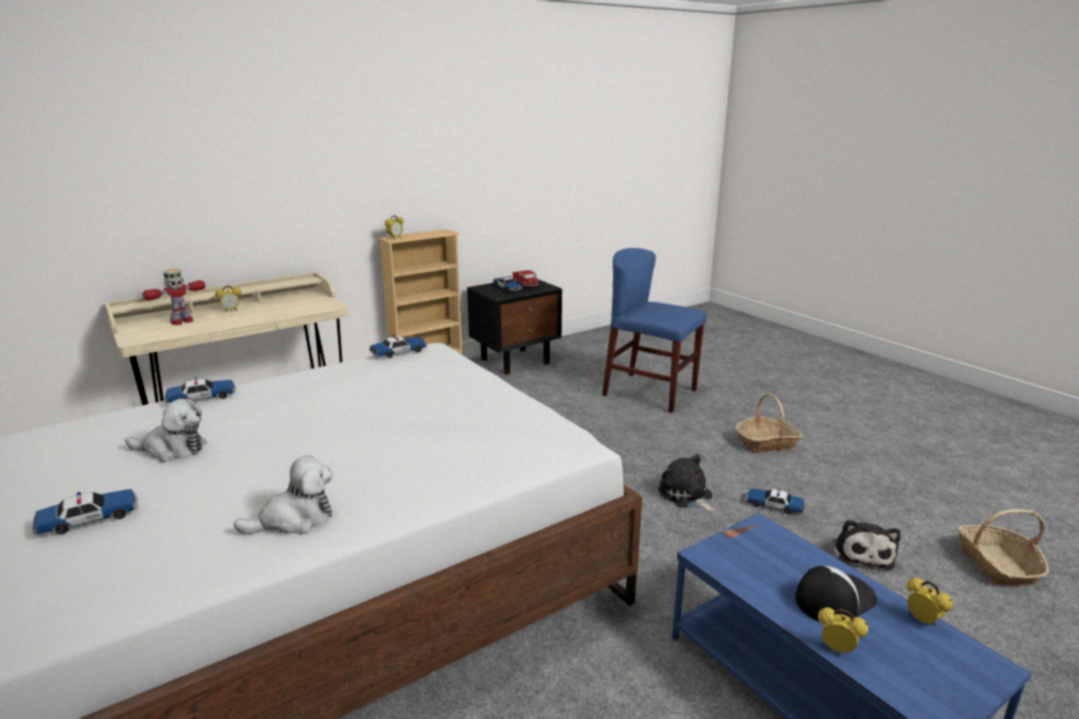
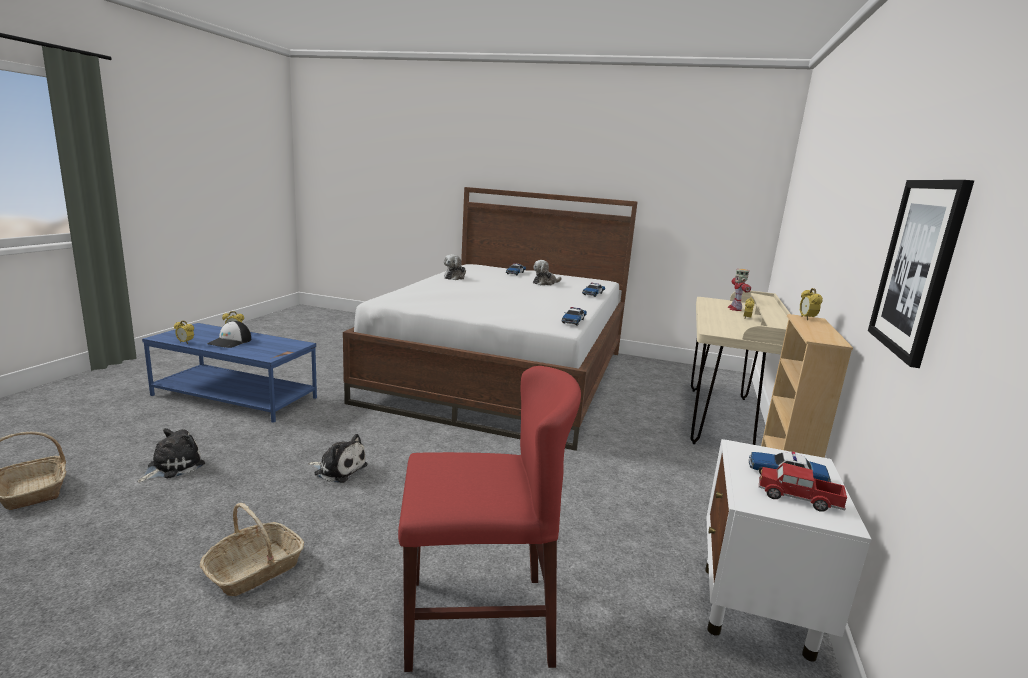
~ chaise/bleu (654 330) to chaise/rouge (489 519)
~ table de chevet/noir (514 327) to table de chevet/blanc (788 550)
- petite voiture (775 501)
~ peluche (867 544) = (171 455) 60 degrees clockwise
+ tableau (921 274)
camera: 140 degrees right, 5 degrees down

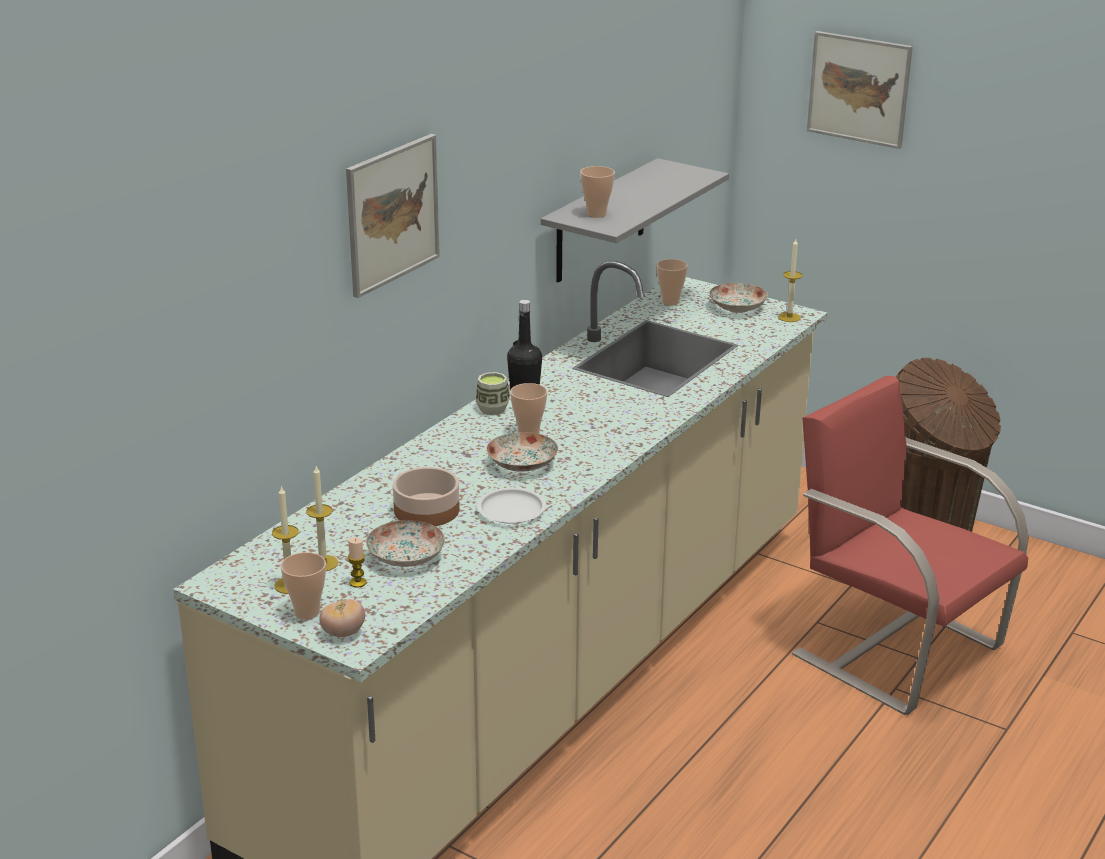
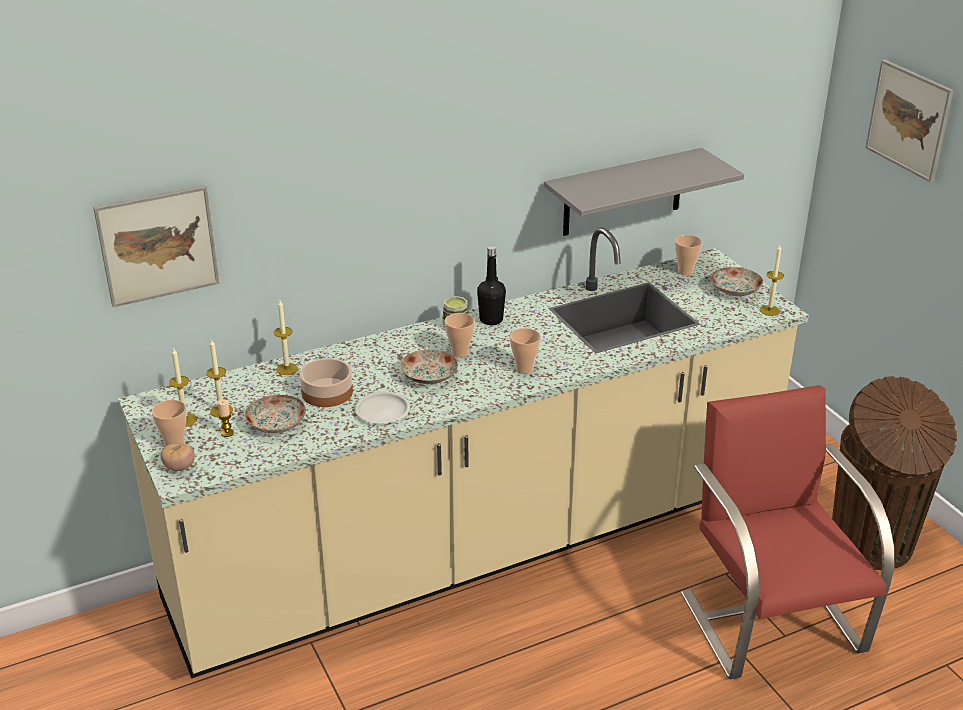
~ tableau (393 216) to (156 246)
~ tasse (597 192) to (525 351)
+ bougie (286 337)
camera: 30 degrees right, 5 degrees up

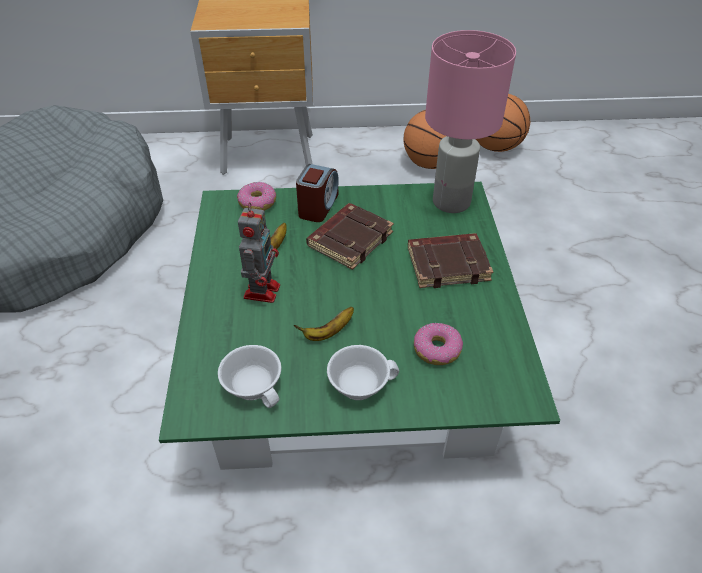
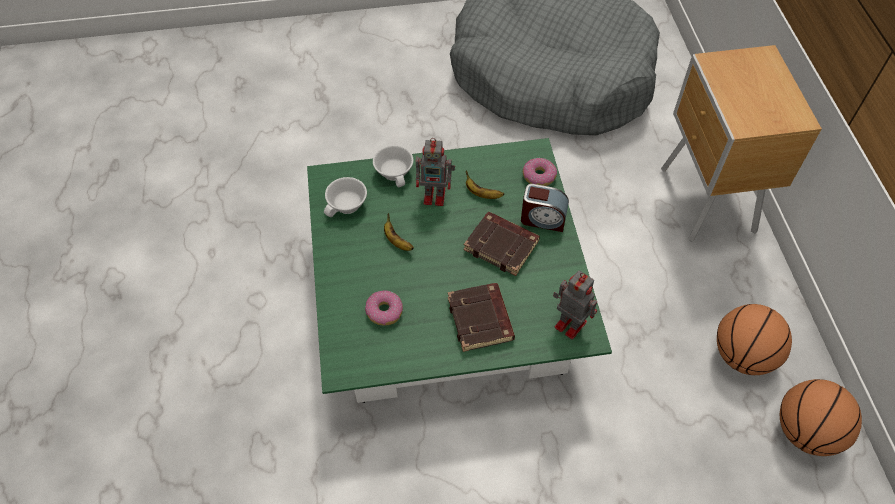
~ lampe de table/rose (470 121) to robot jouet (575 305)
~ tasse/blanc (363 372) to (393 166)
camera: 85 degrees right, 10 degrees up

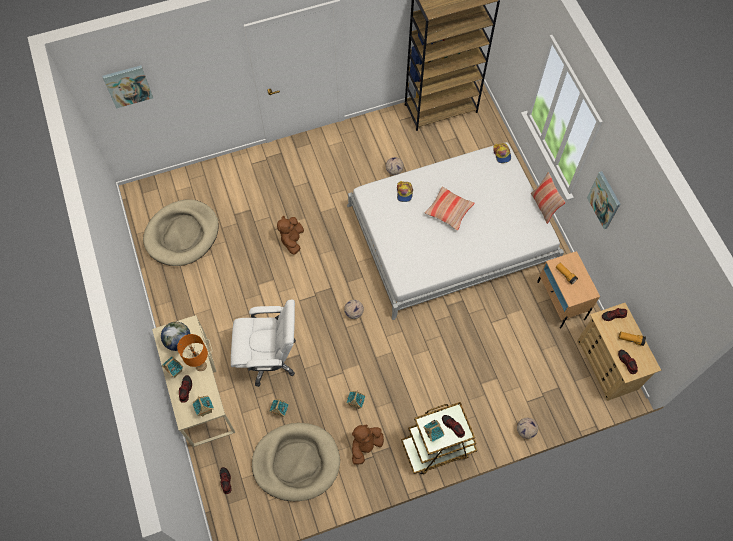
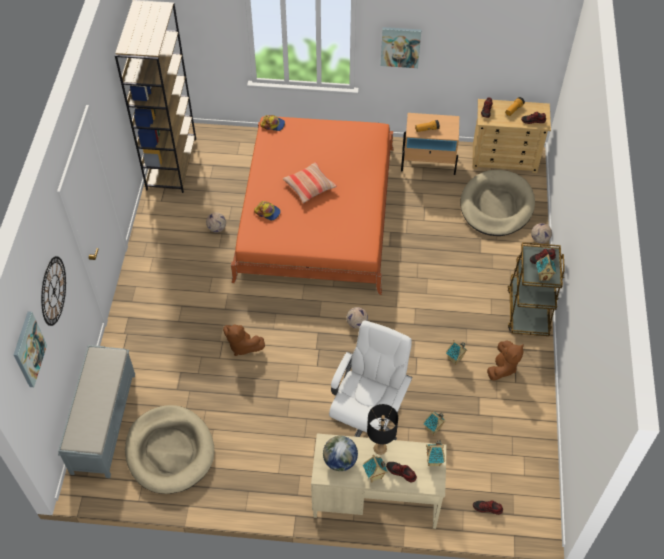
~ lit/blanc (455 231) to lit/orange (312 205)
- coussin (548 198)
~ lampe de table/orange (192 352) to lampe de table/noir (382 429)
~ panier pour chien/beige (296 462) to (497 203)
~ peluche/marron (368 445) = (505 361) 135 degrees counterclockwise
+ horloge murale (53 291)
+ banc/gris (96 411)
camera: 65 degrees left, 10 degrees down

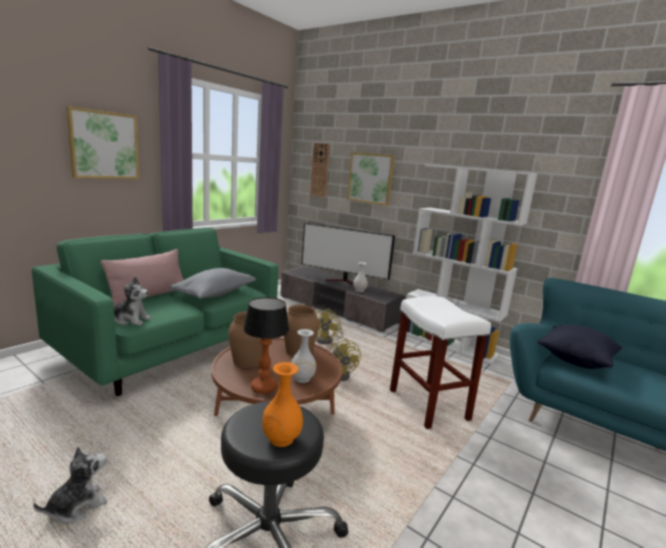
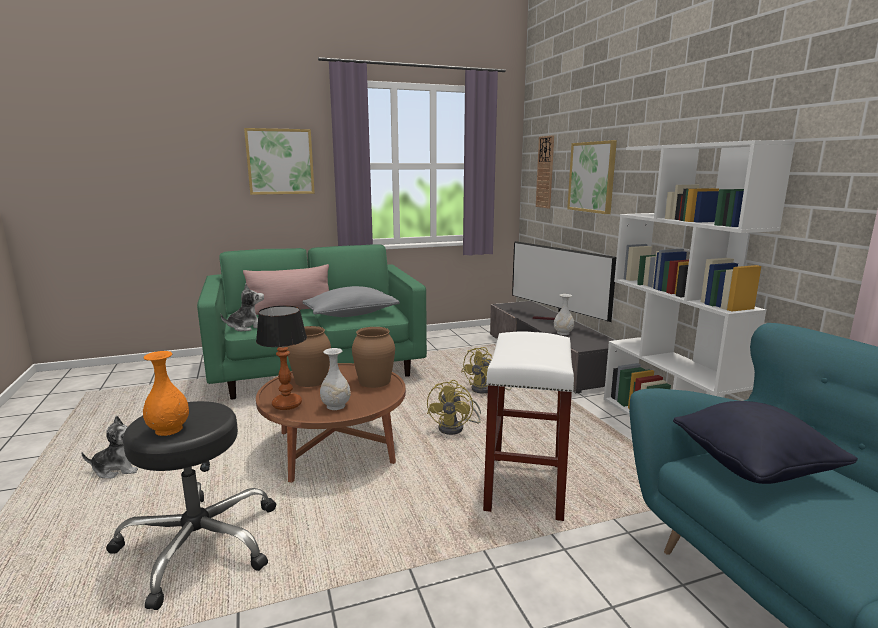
~ peluche (133 301) = (242 307) 75 degrees counterclockwise
camera: 35 degrees right, 0 degrees up

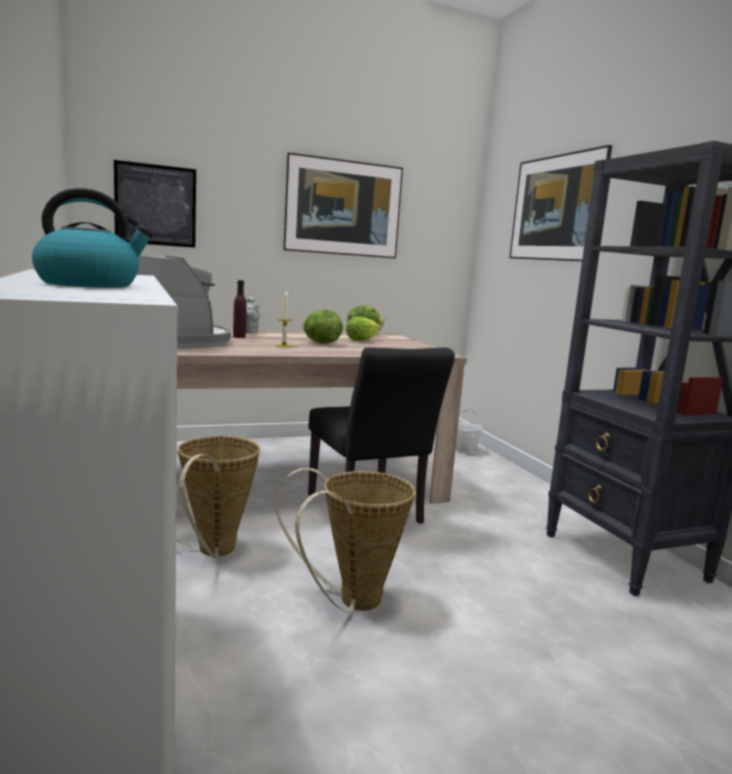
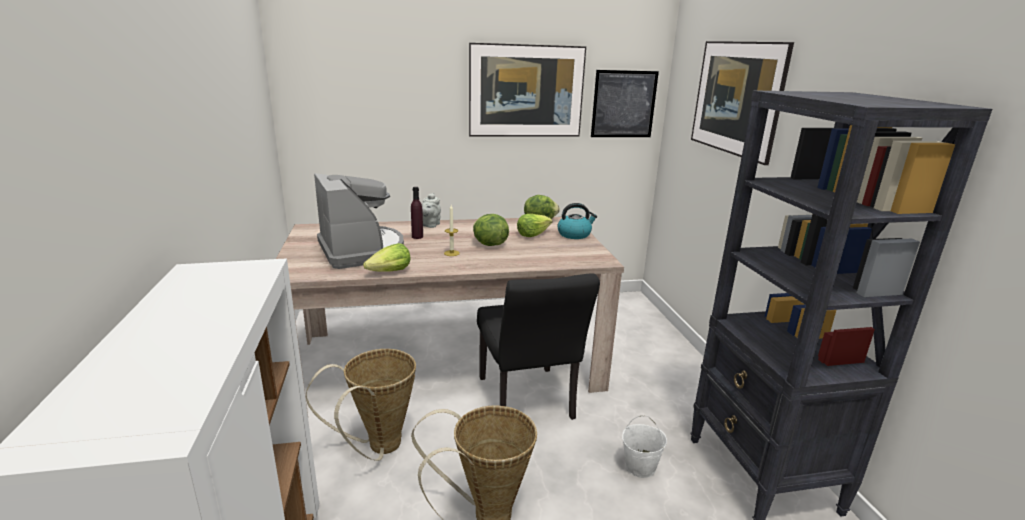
~ tableau (155 204) to (625 103)
~ bouilloire (93 238) to (577 221)
~ seau/blanc (469 431) to (644 447)
+ laitue (386 257)
camera: 10 degrees right, 10 degrees up

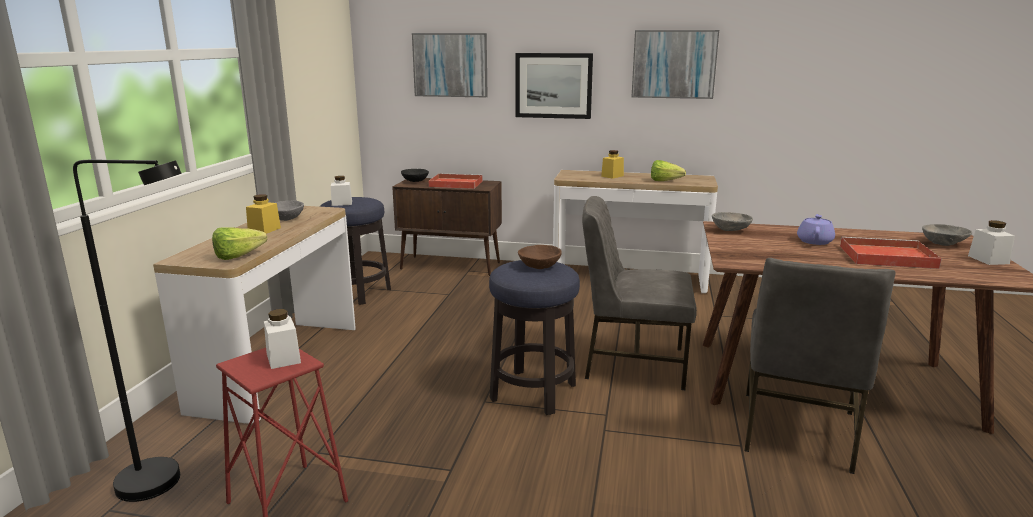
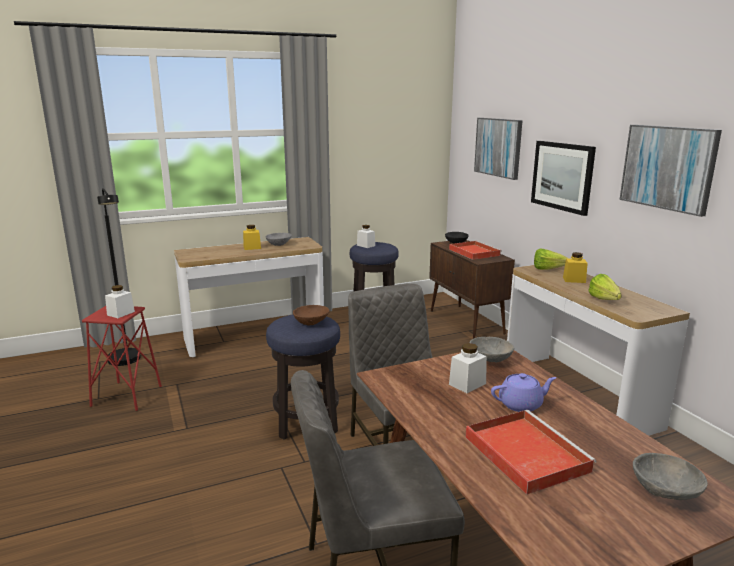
~ bocal/blanc (991 242) to (468 368)
~ laitue (239 243) to (550 259)
camera: 55 degrees right, 0 degrees up

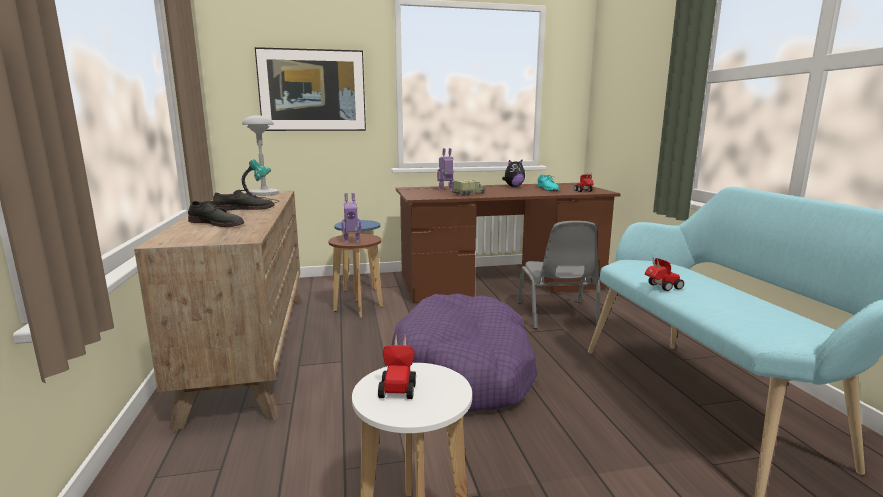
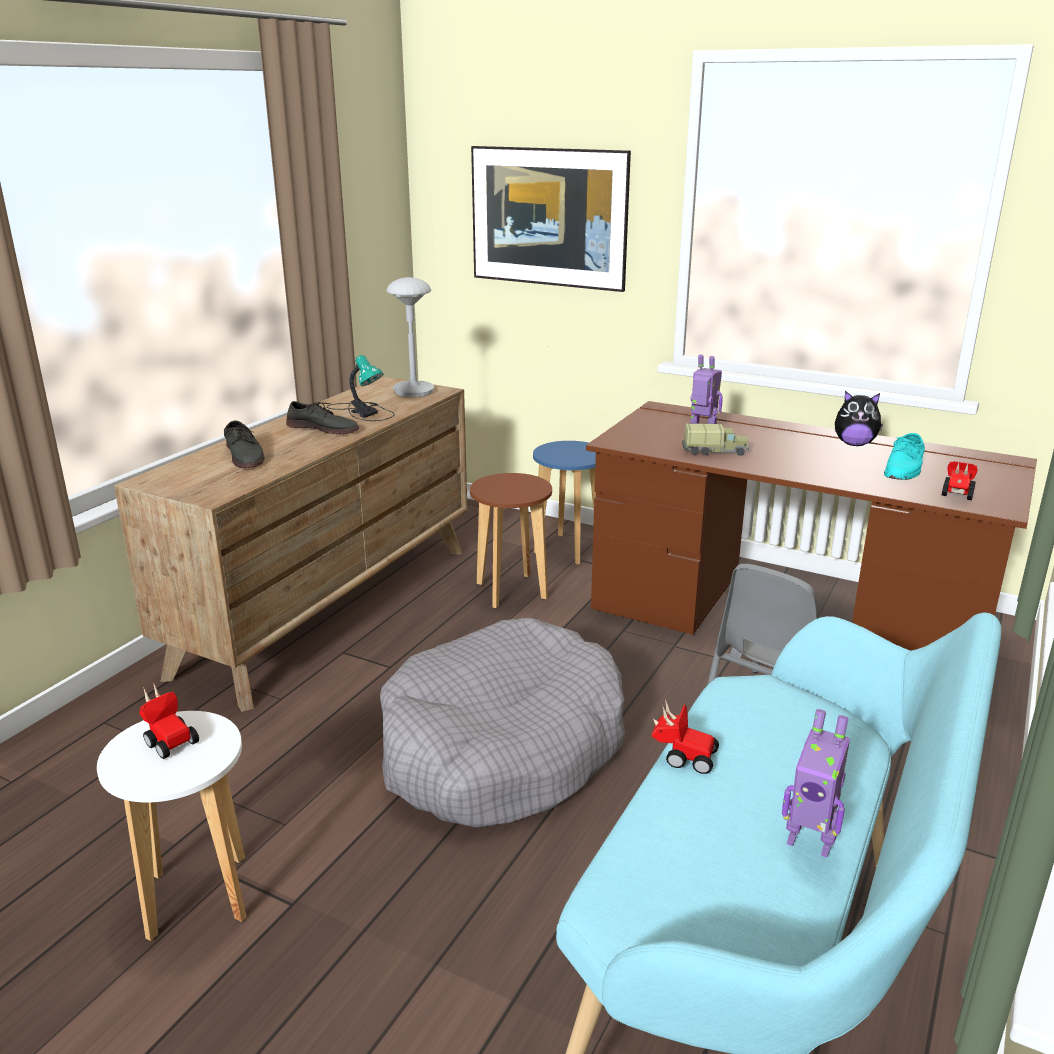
~ robot jouet (351 218) to (816 783)
~ panier pour chien/violet (465 353) to panier pour chien/gris (502 723)
~ petite voiture (397 367) = (169 720) 90 degrees counterclockwise
camera: 40 degrees right, 10 degrees up

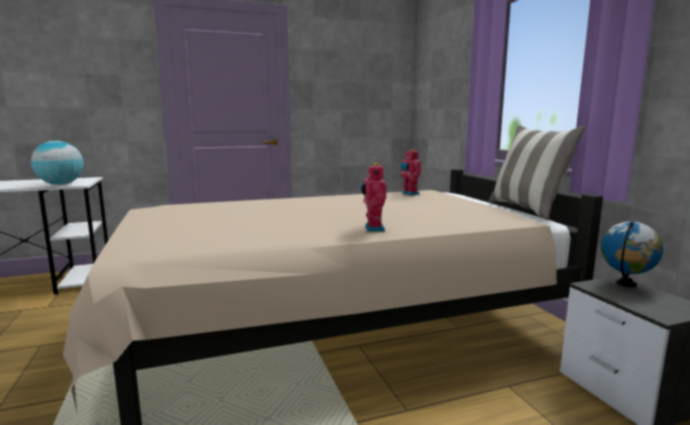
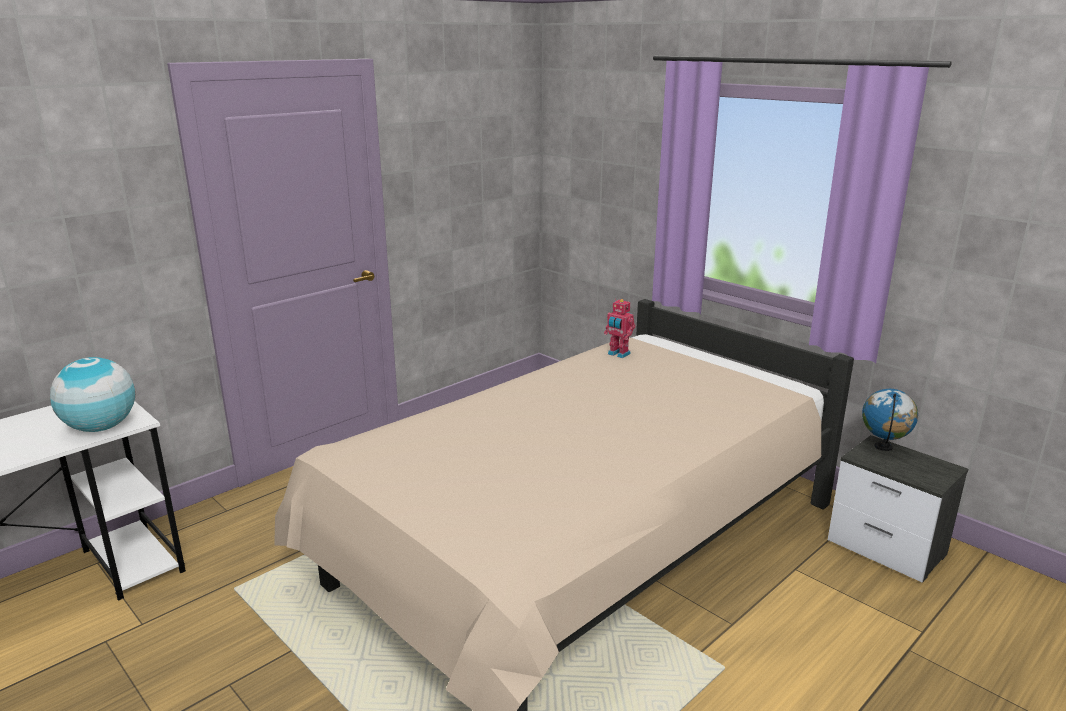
- coussin (537 172)
- robot jouet (373 197)
camera: 25 degrees left, 10 degrees up

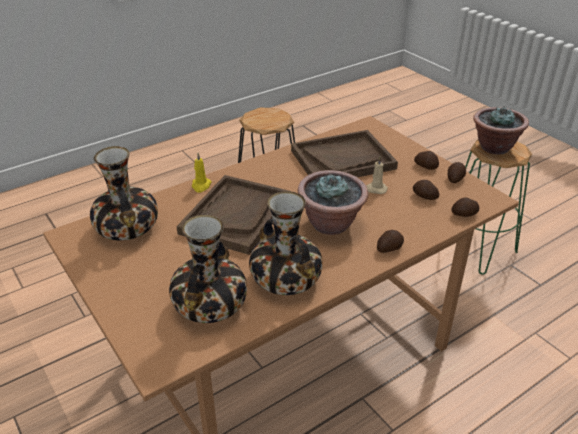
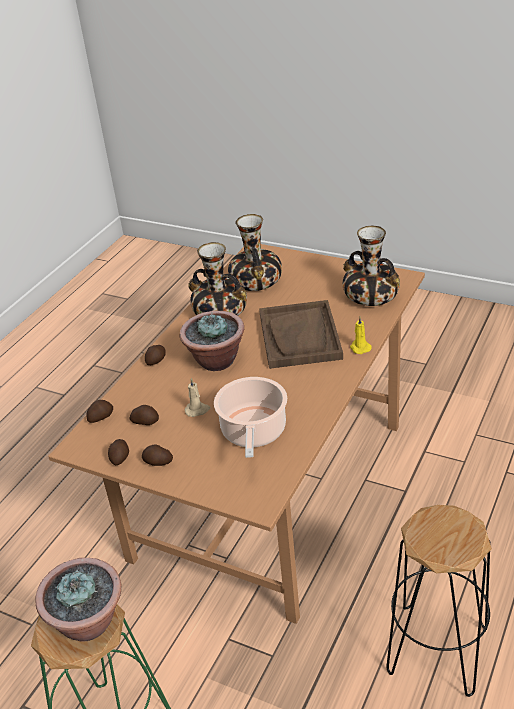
~ plateau/marron (344 153) to marmite (250 417)
camera: 155 degrees right, 0 degrees up

